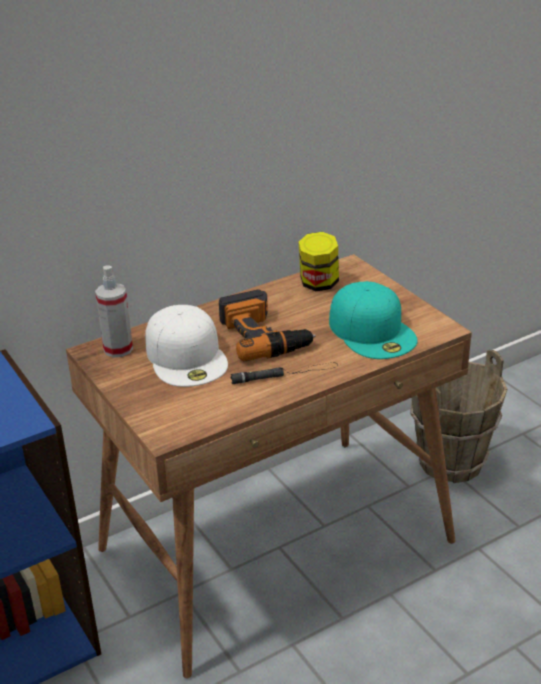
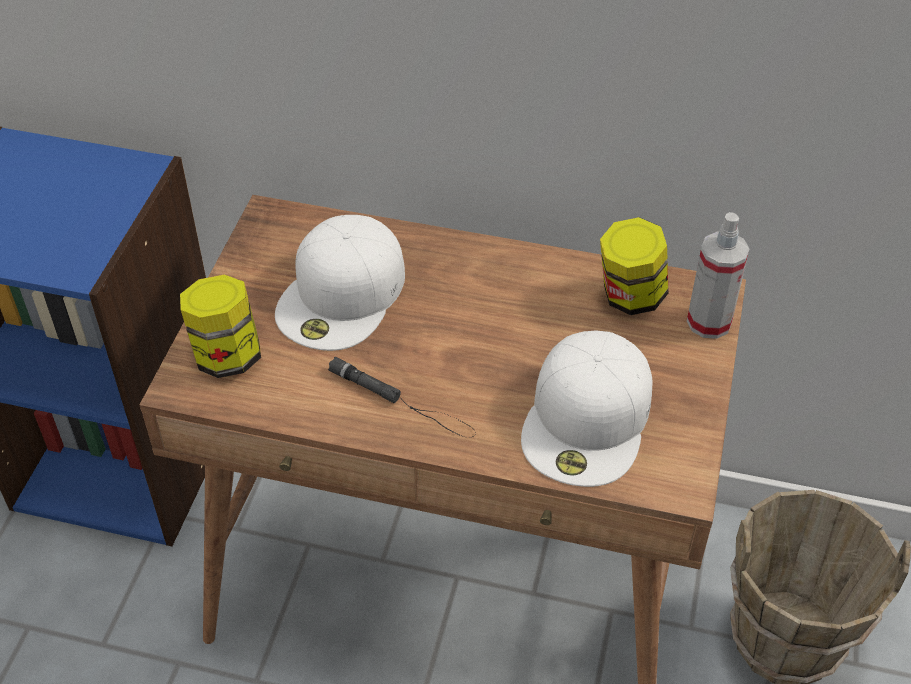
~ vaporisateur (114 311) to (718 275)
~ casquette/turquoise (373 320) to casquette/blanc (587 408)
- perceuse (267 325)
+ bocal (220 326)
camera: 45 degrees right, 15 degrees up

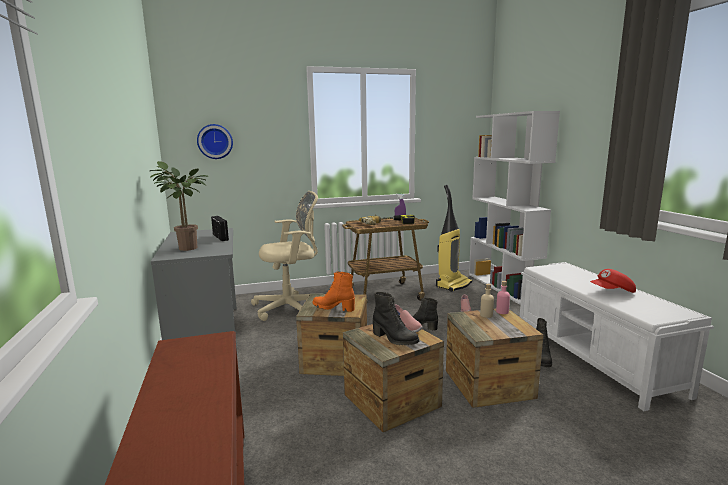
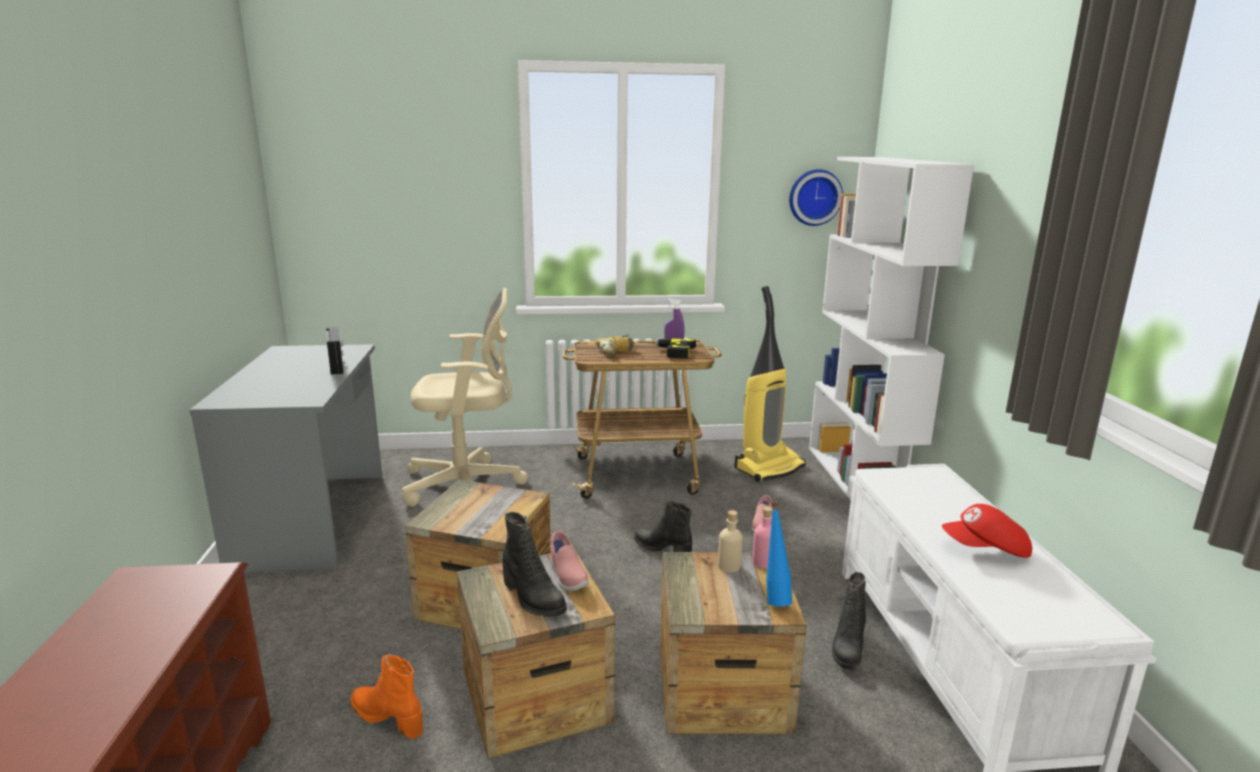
~ horloge murale (215 141) to (816 197)
- plante en pot (179 206)
~ botte/orange (334 292) to (387 696)
+ bouteille/bleu (779 554)
camera: 10 degrees right, 5 degrees up

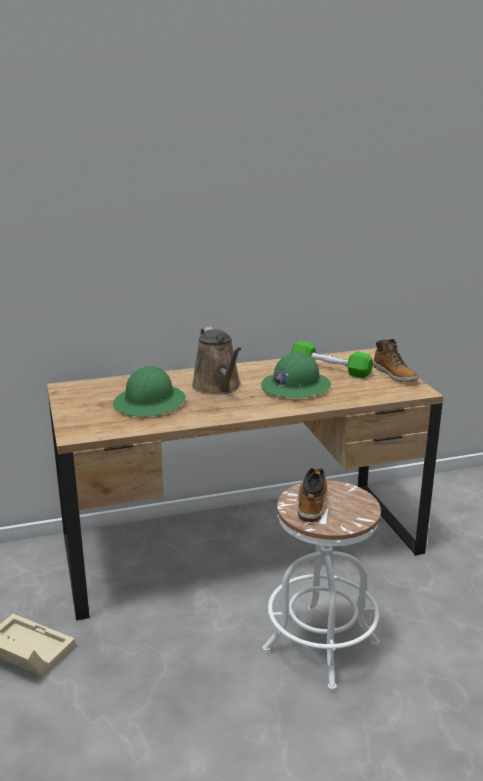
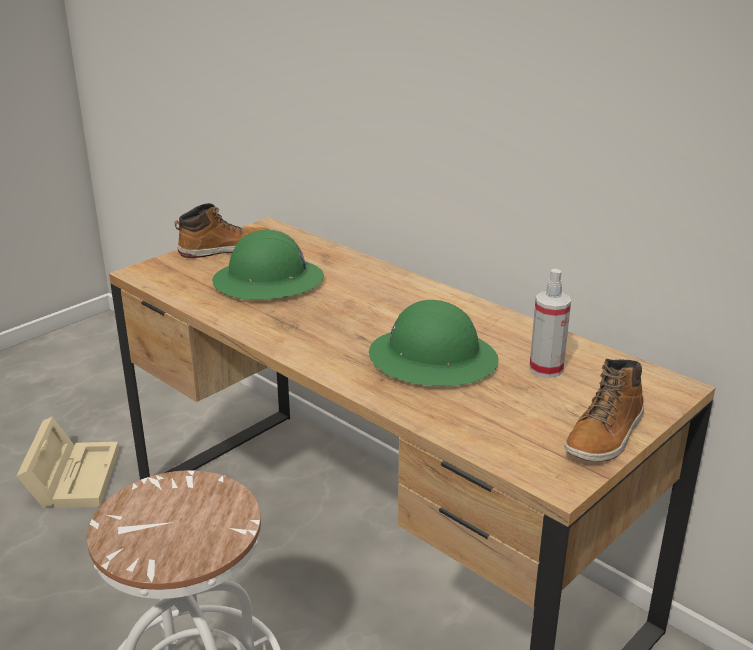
- arrosoir/marron (216 361)
~ haltère/vert (332 359) to vaporisateur (550 323)
~ botte (312 495) to (222 230)
camera: 60 degrees right, 5 degrees up

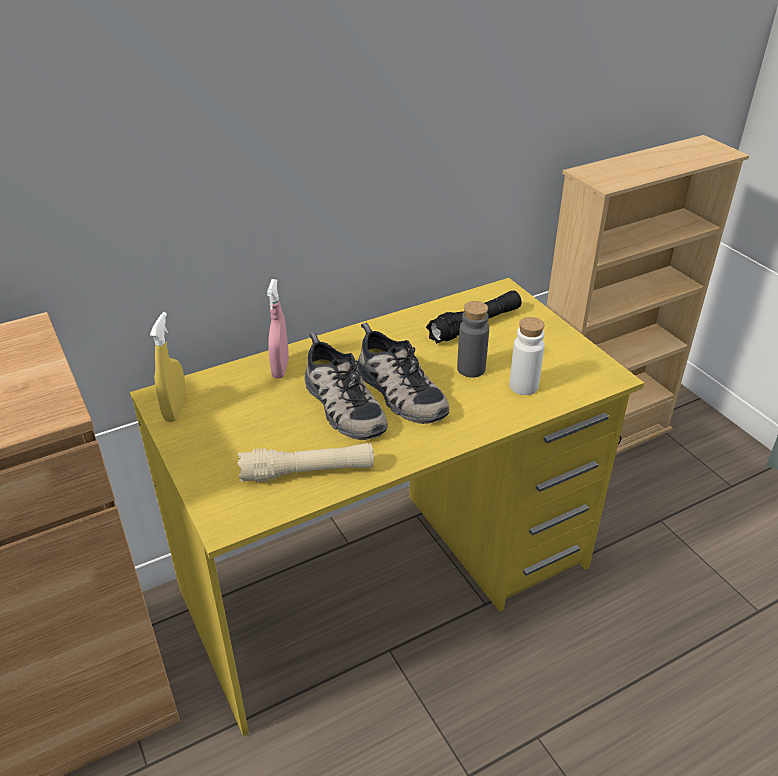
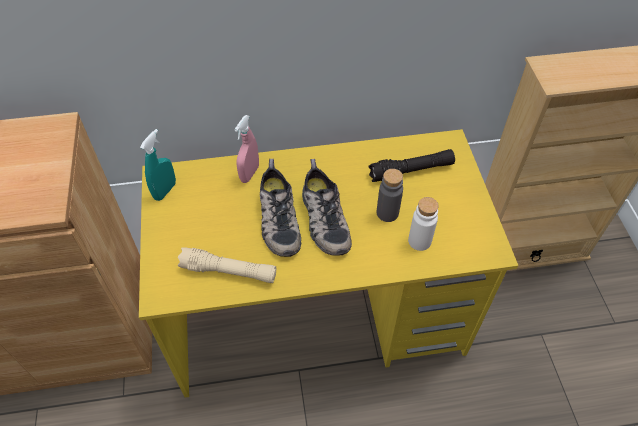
~ vaporisateur/jaune (168 367) to vaporisateur/turquoise (158 165)
camera: 20 degrees right, 15 degrees up

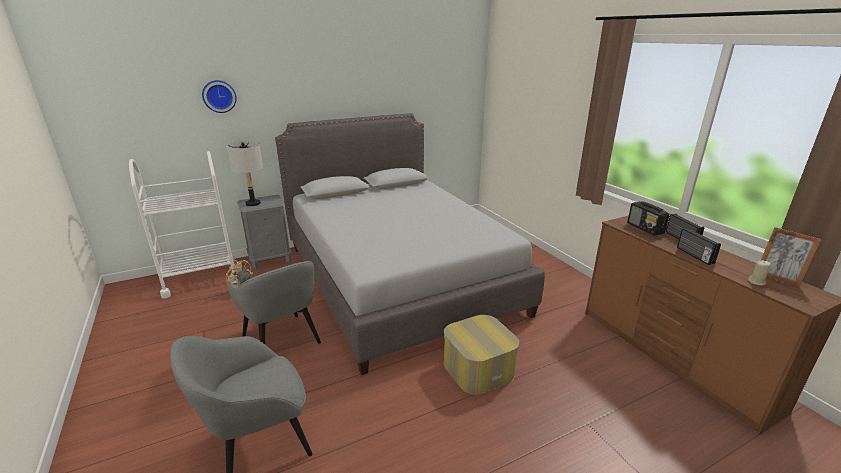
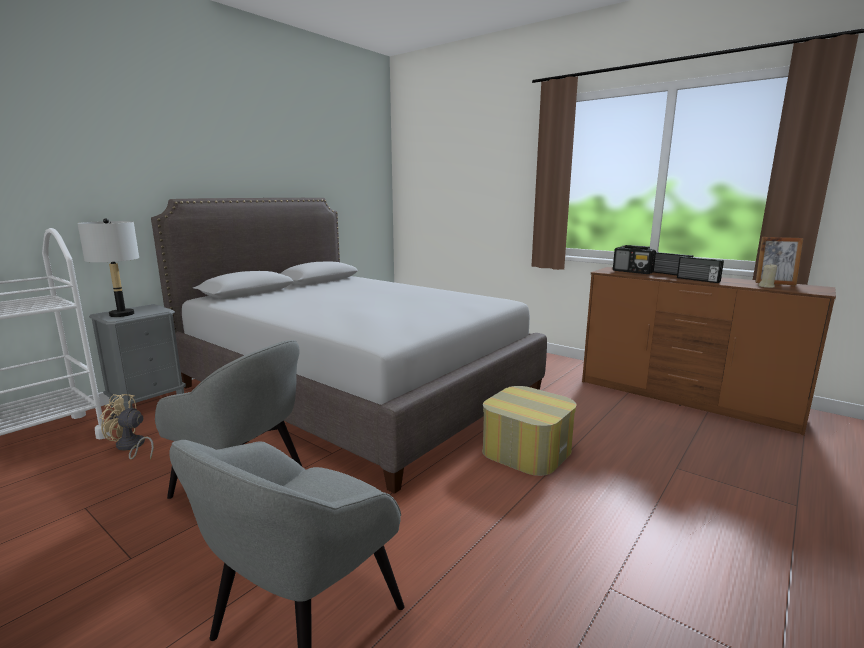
- horloge murale (219 96)
camera: 25 degrees left, 10 degrees down

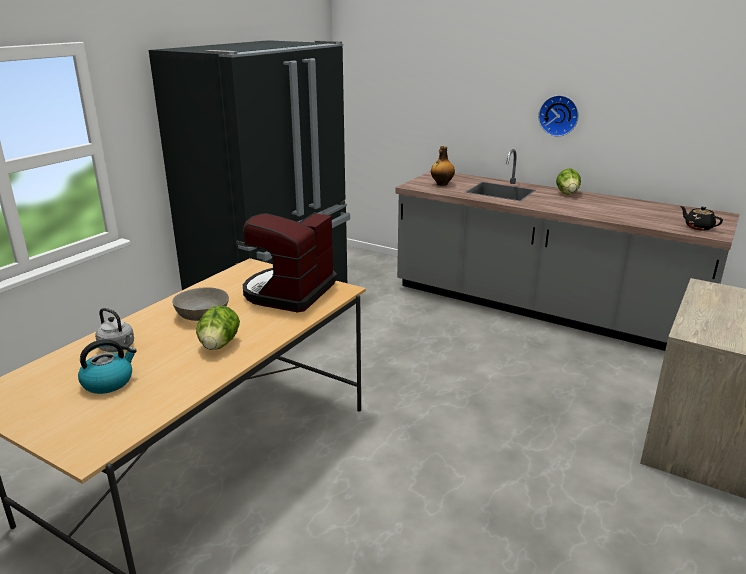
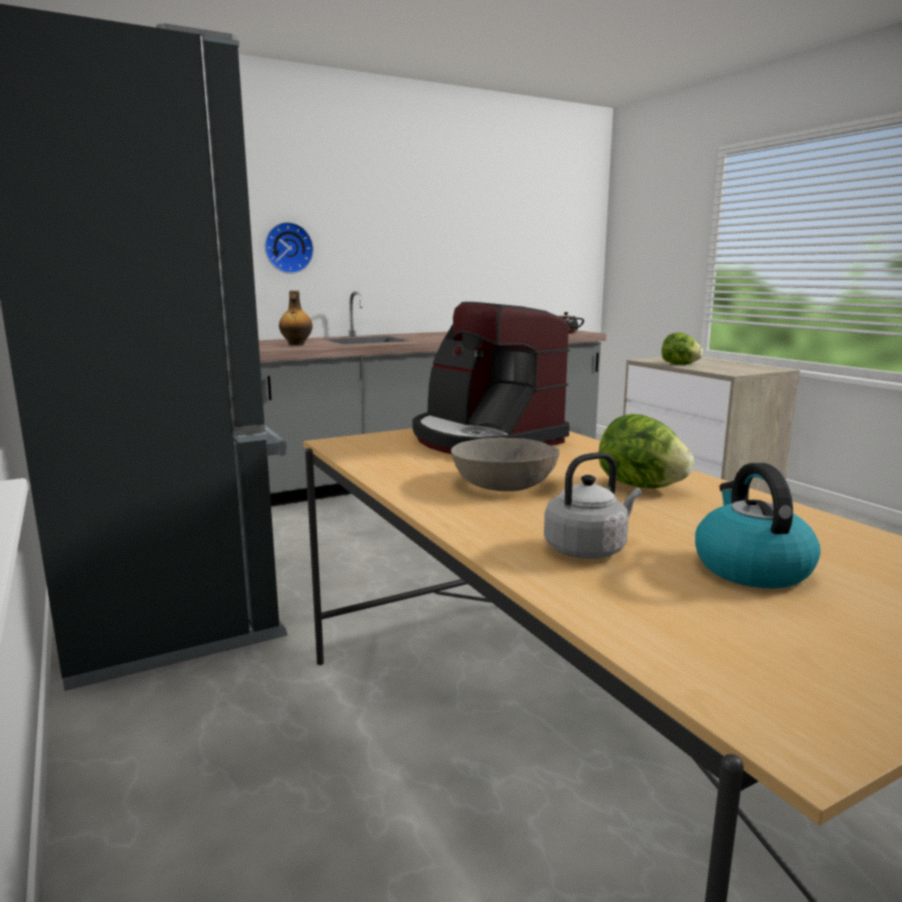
~ horloge murale (558 115) to (289 248)
~ laitue (568 181) to (682 348)
camera: 60 degrees left, 10 degrees down

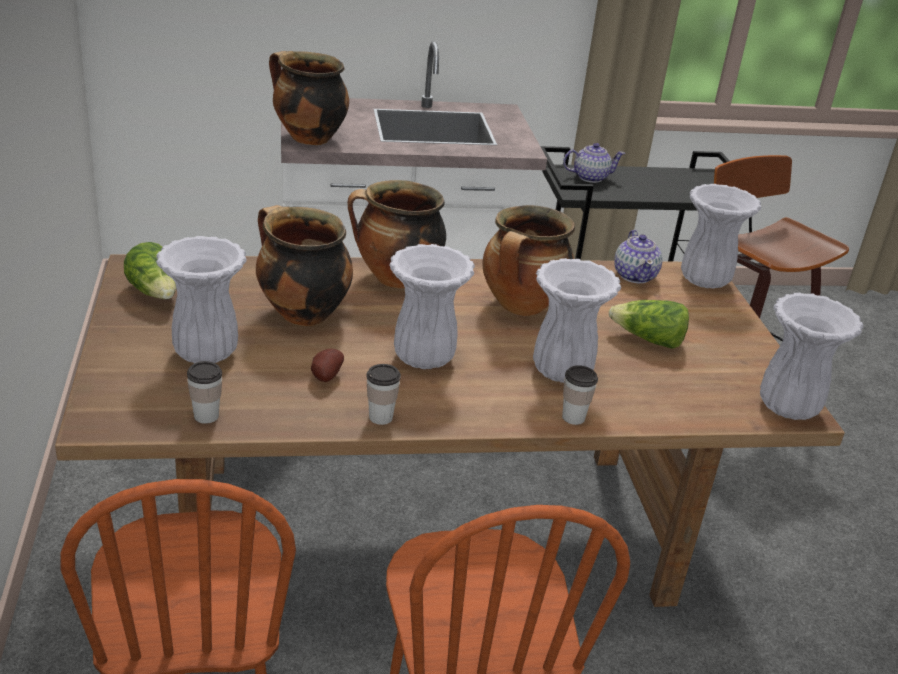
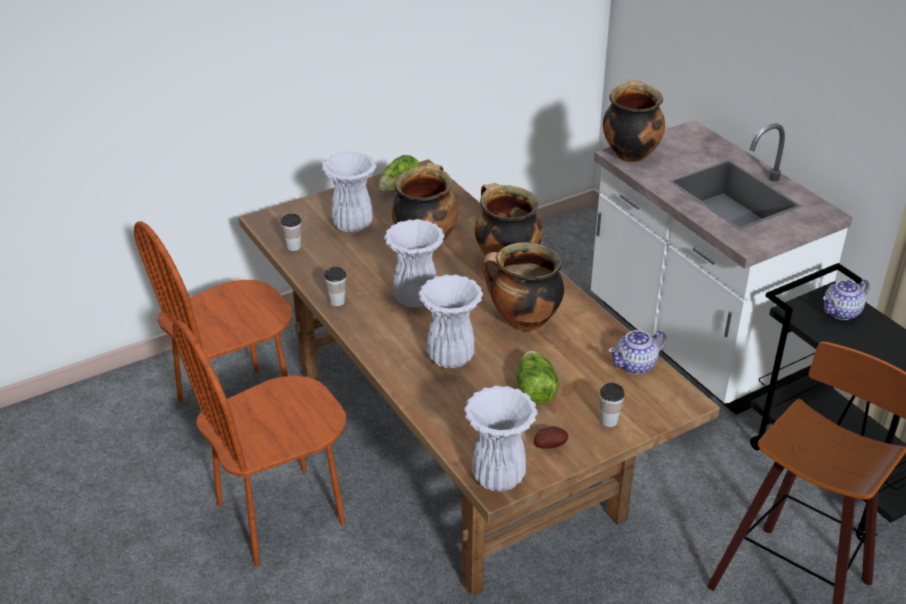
~ théière (594 163) = (846 299) 90 degrees clockwise
- vase/blanc (721 236)
~ pomme de terre (327 365) to (551 437)
~ tasse (580 395) to (612 405)
camera: 70 degrees right, 5 degrees up

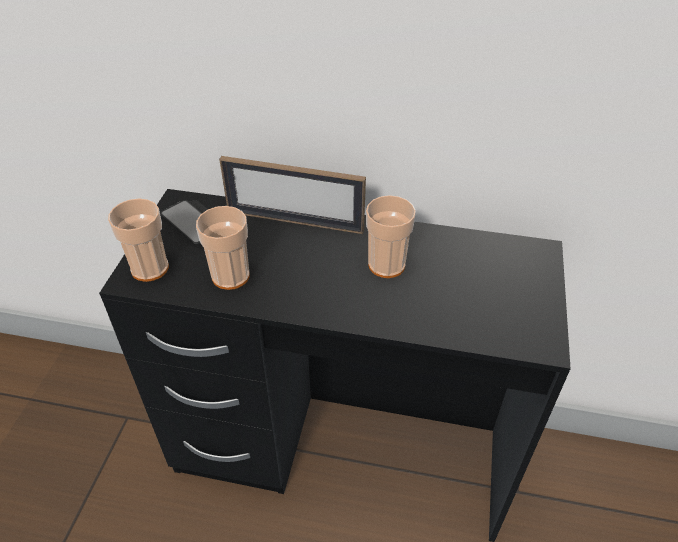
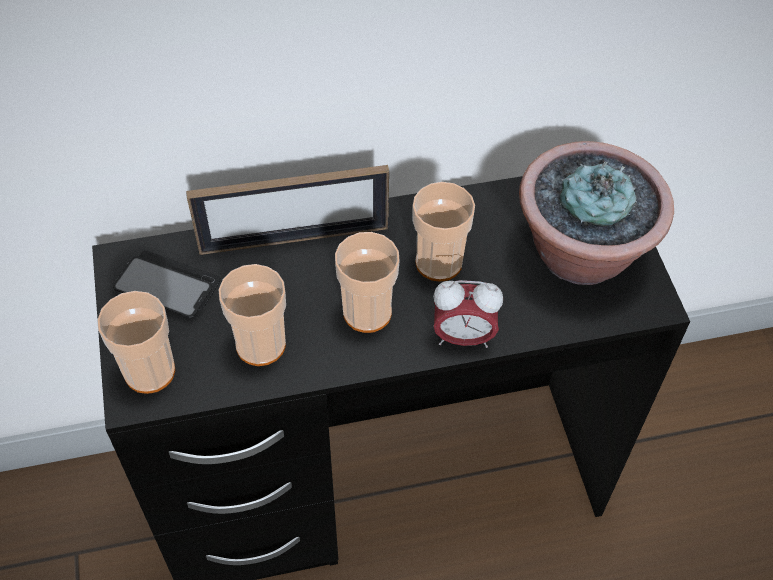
+ plante en pot (596 213)
+ tasse (367 282)
+ réveil (468 314)
camera: 25 degrees left, 10 degrees up

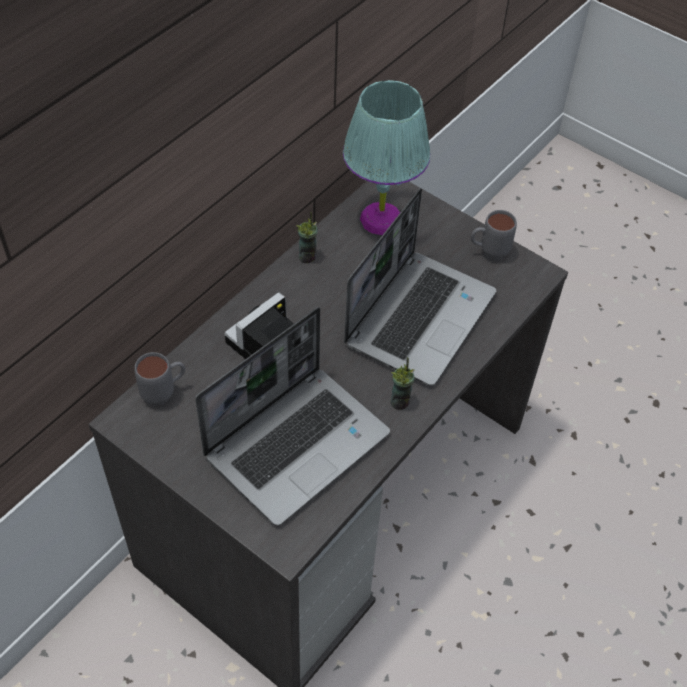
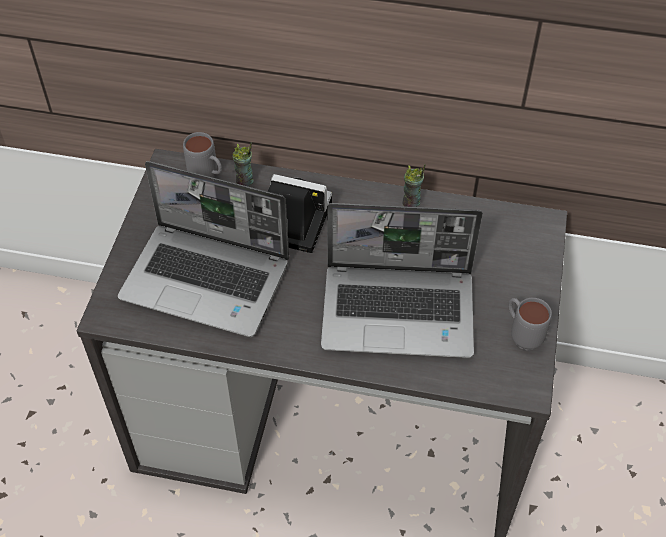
- lampe de table/turquoise (386 157)
~ tasse (402 383) to (243 165)
camera: 65 degrees right, 0 degrees up

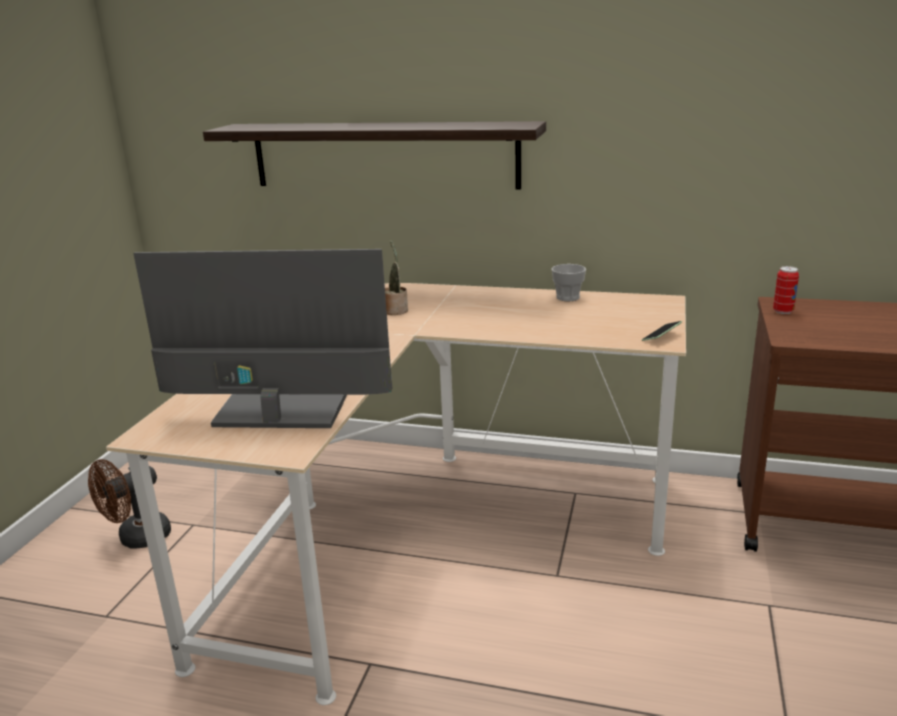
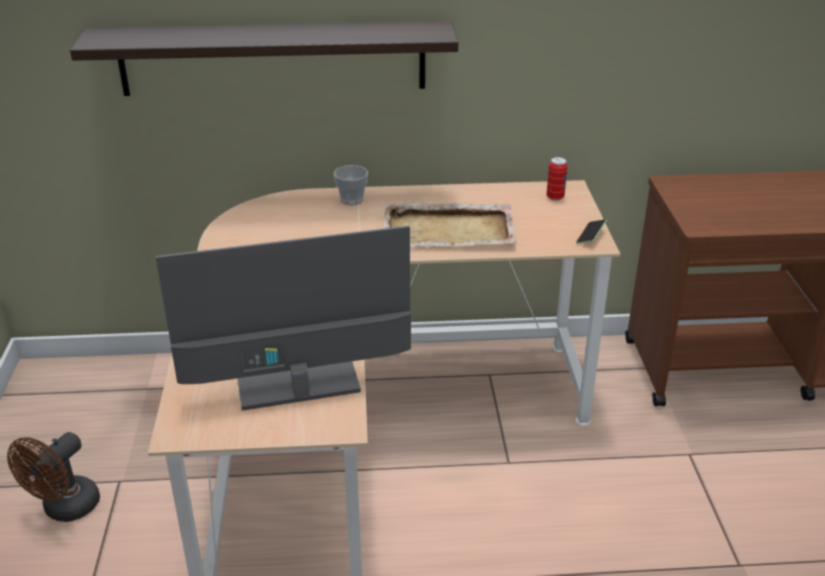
- plante en pot (396 277)
~ tasse (568 282) to (351 185)
~ boîte métallique (786 290) to (557 179)
+ plateau/beige (450 225)
camera: 20 degrees left, 10 degrees up

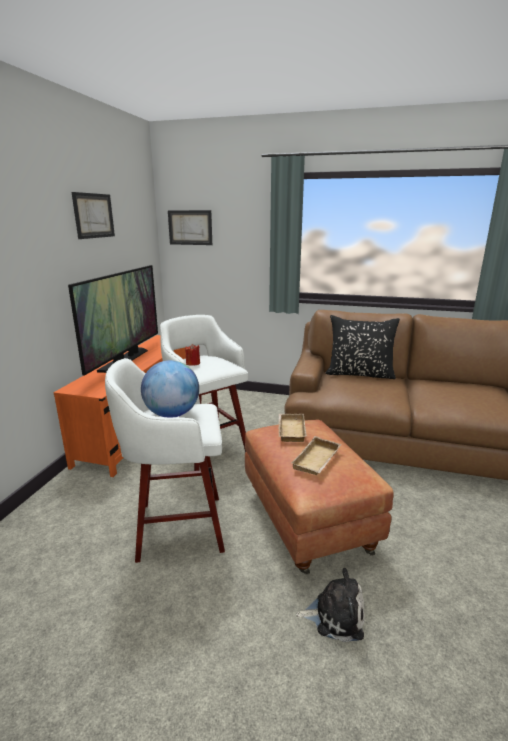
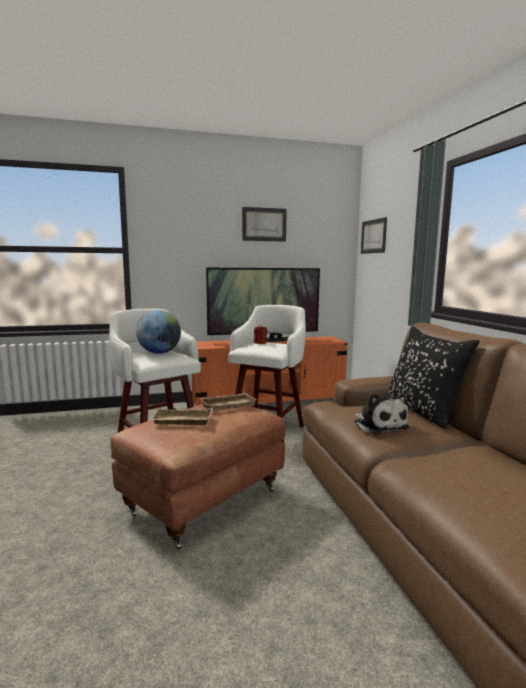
~ peluche (330 605) to (381 414)
camera: 60 degrees right, 10 degrees down

